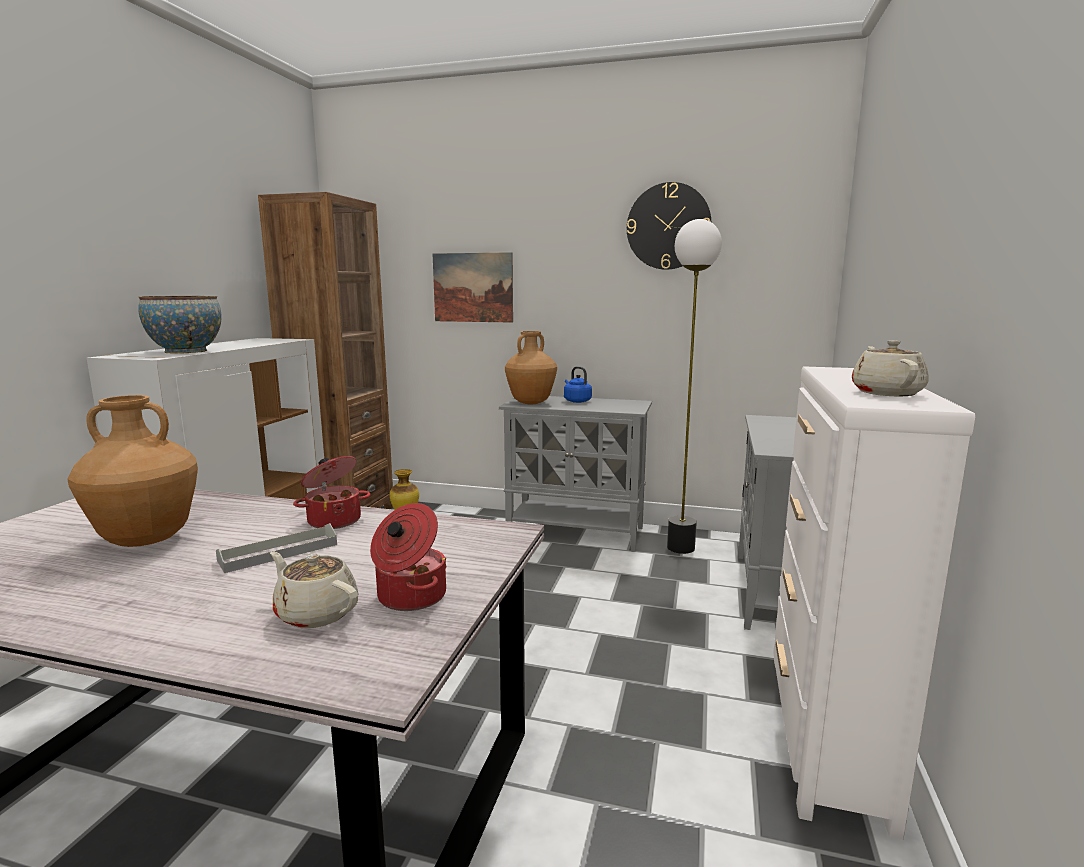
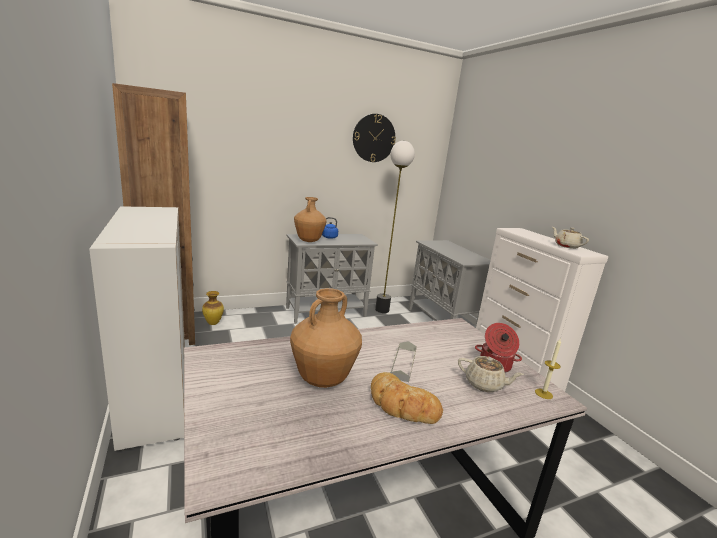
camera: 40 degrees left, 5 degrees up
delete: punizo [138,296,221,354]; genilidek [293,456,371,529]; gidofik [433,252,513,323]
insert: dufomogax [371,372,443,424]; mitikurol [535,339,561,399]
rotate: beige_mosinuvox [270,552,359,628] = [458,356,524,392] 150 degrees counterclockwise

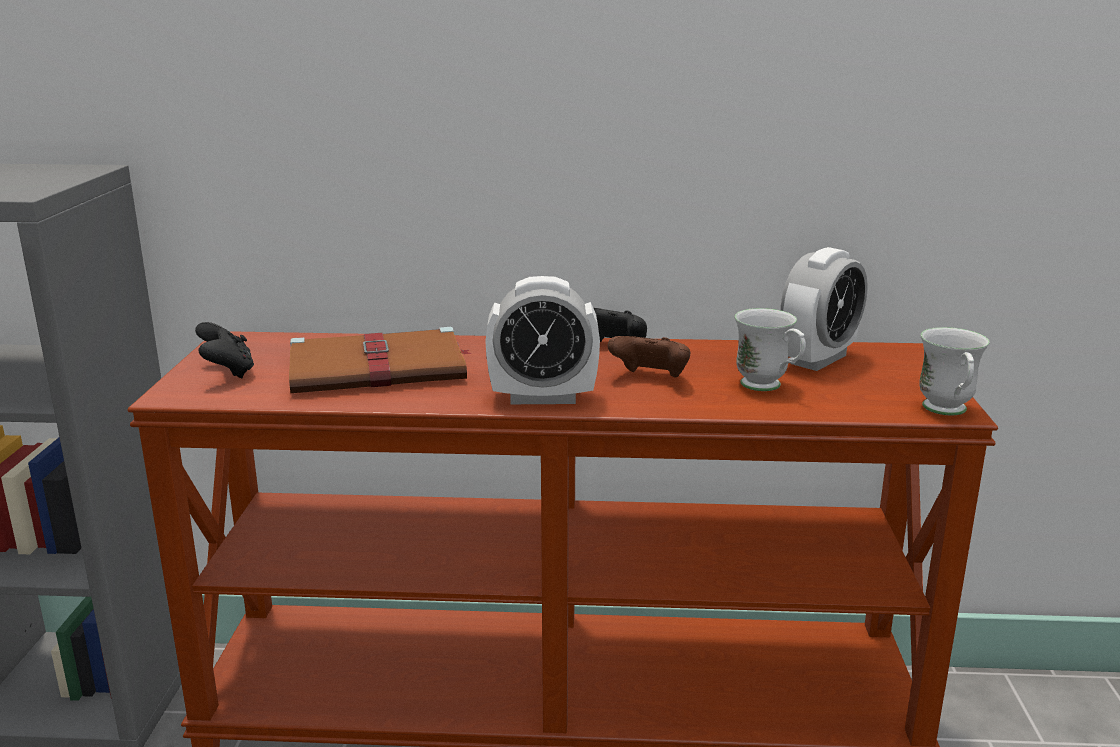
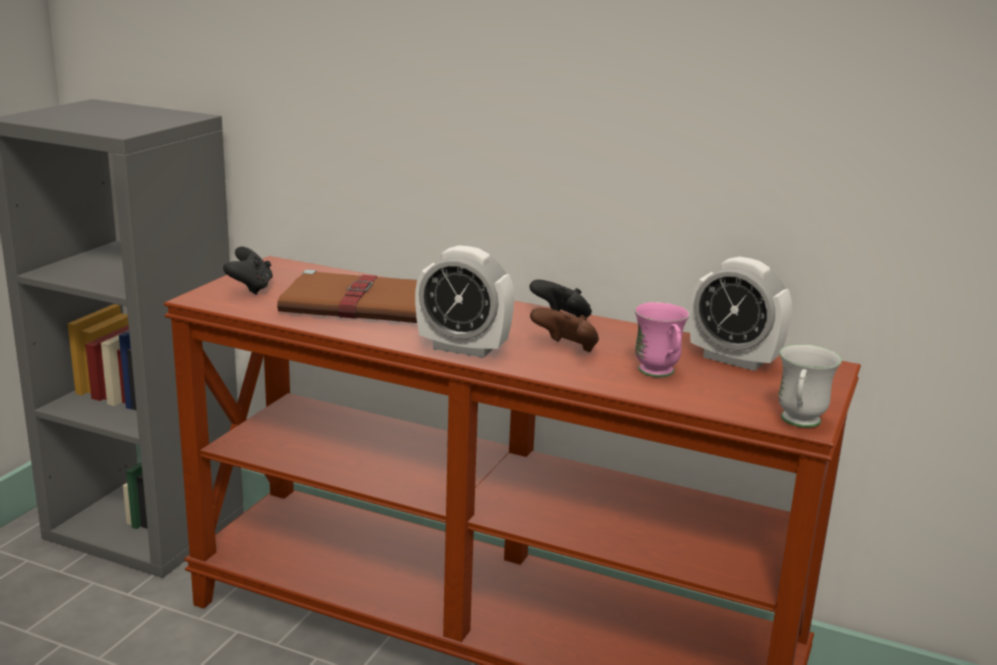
camera: 20 degrees right, 0 degrees up
recolor: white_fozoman [735,308,806,391] to pink_fozoman [634,302,690,377]
rotate: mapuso [781,247,868,371] = [690,257,792,371] 60 degrees clockwise

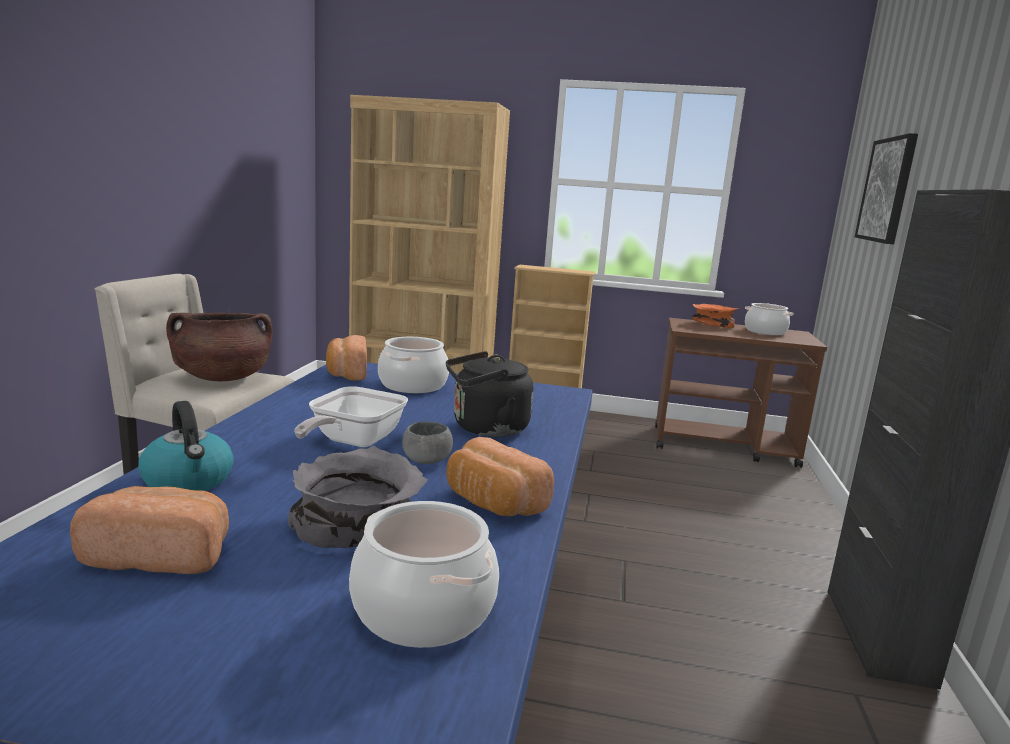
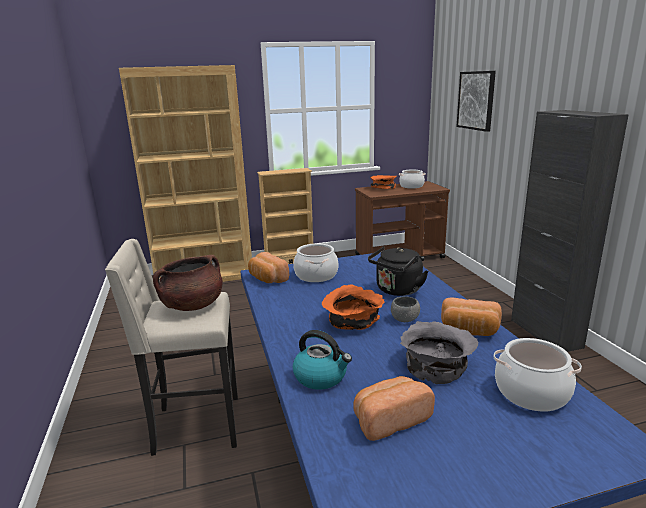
camera: 25 degrees left, 5 degrees up
replace: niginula [294,387,408,447] to orange_punizo [322,284,385,330]

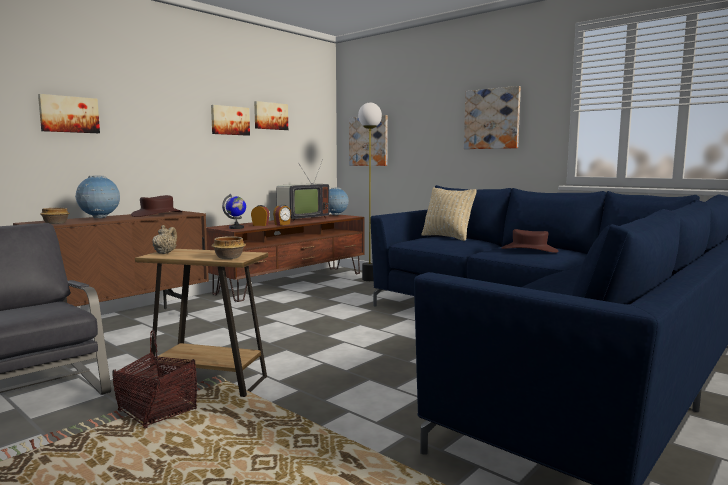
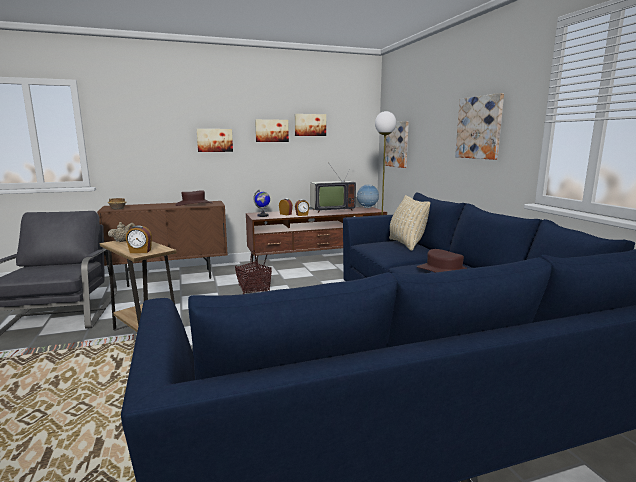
camera: 30 degrees right, 5 degrees up
delete: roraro [75,175,120,219]
move: gidofik [38,94,100,133] to [196,129,233,152]; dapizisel [112,330,197,429] to [235,250,272,293]
replace: punizo [211,236,246,259] to mapuso [126,225,152,253]

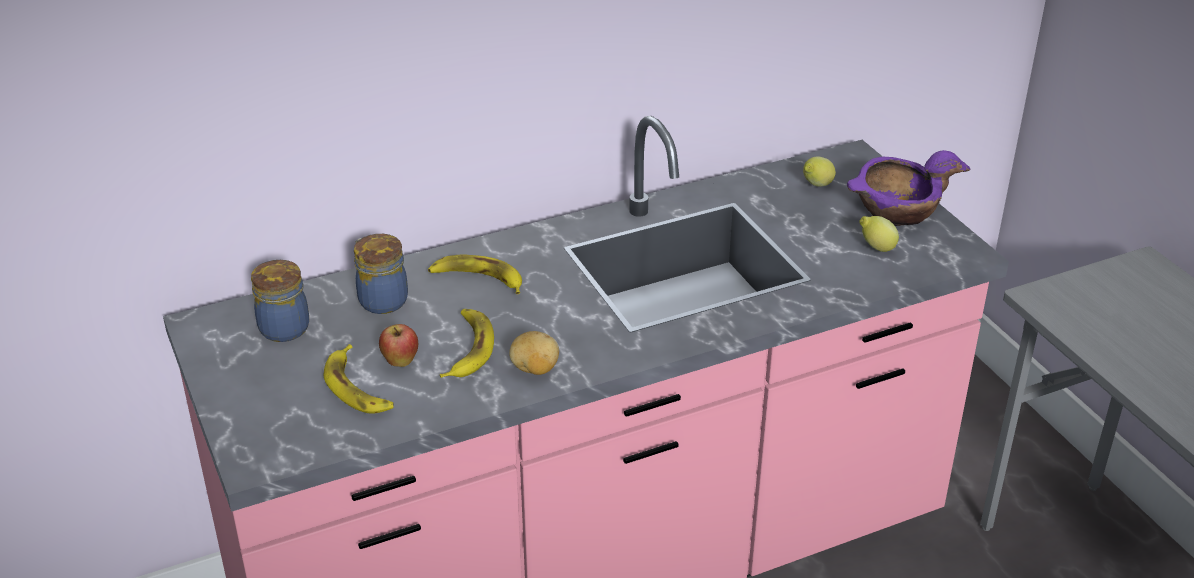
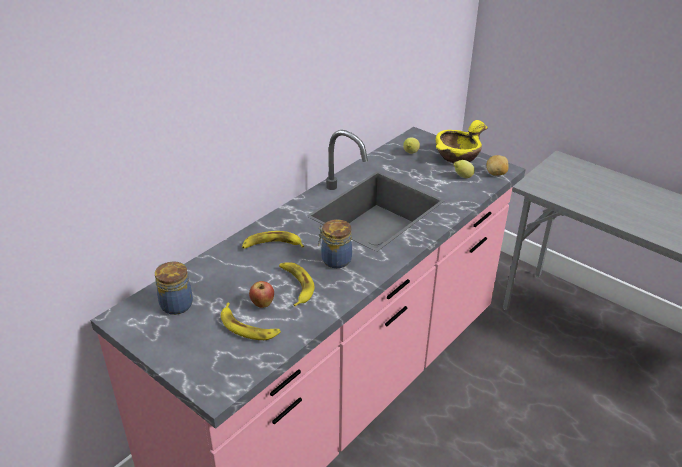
camera: 25 degrees left, 0 degrees up
move: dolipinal [354,234,408,314] to [318,219,352,268]; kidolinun [509,331,559,375] to [486,155,509,176]
recolor: purple_punizo [847,150,971,226] to yellow_punizo [436,120,488,163]

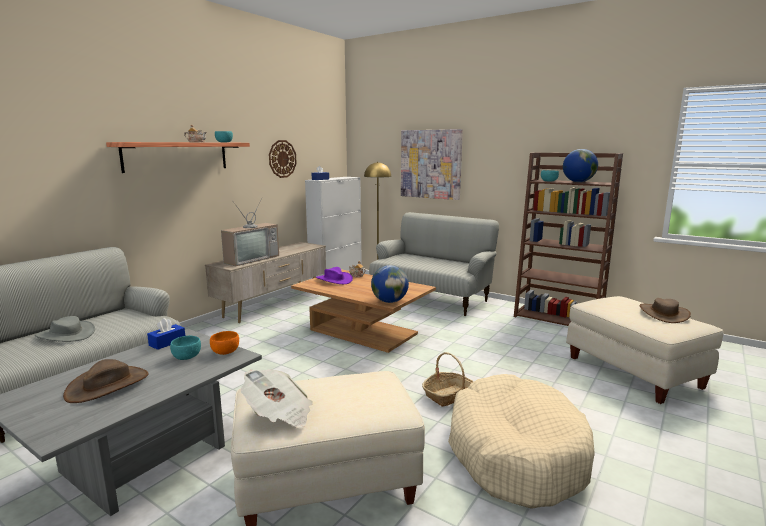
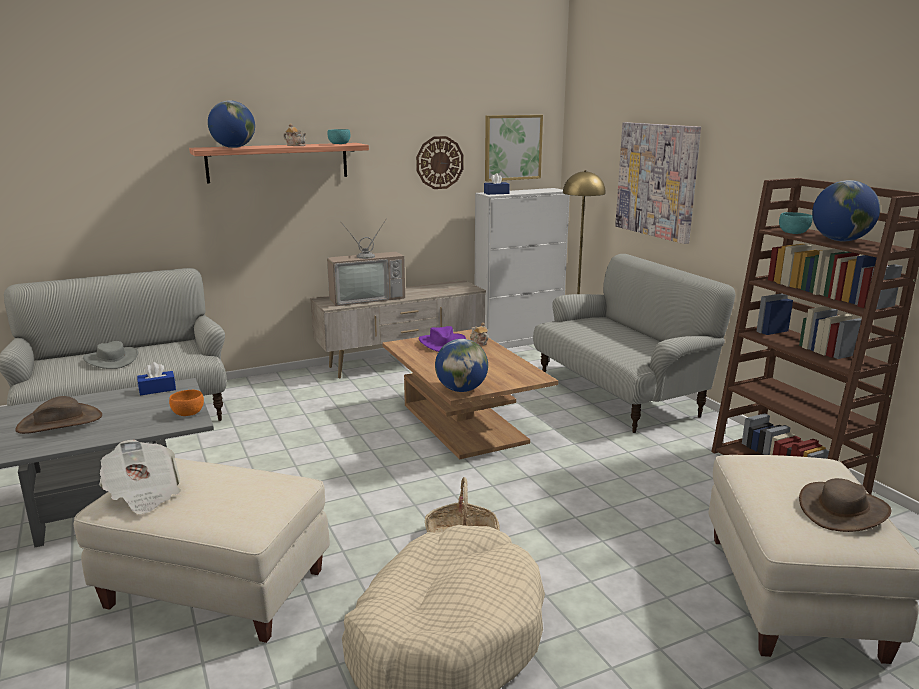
camera: 30 degrees right, 5 degrees up
delete: turquoise_punizo [170,336,201,360]
insert: roraro [208,100,255,148]; gidofik [485,115,543,181]

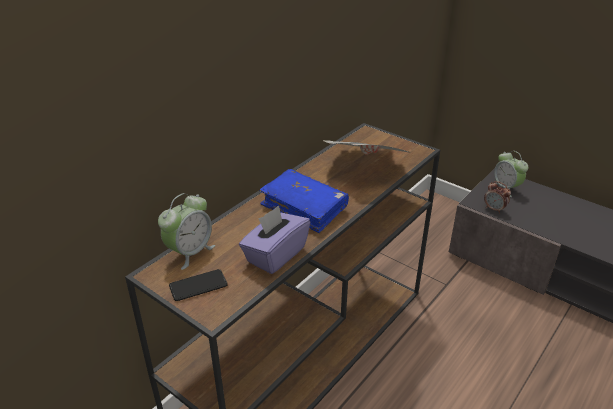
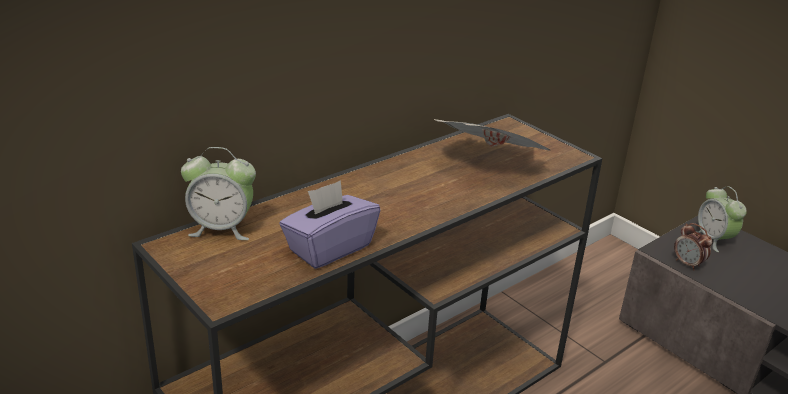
camera: 10 degrees right, 5 degrees down
delete: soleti [169,269,228,301]; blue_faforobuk [260,169,349,233]
rotate: mapuso [158,193,215,270] = [181,147,256,240] 45 degrees clockwise

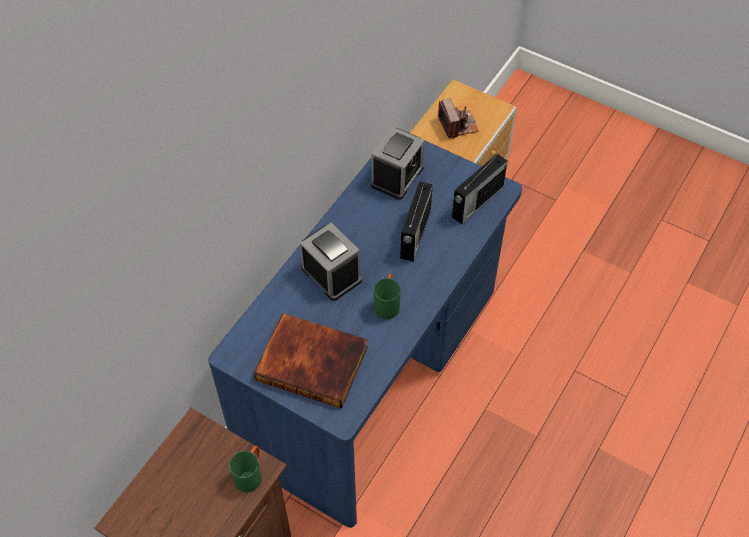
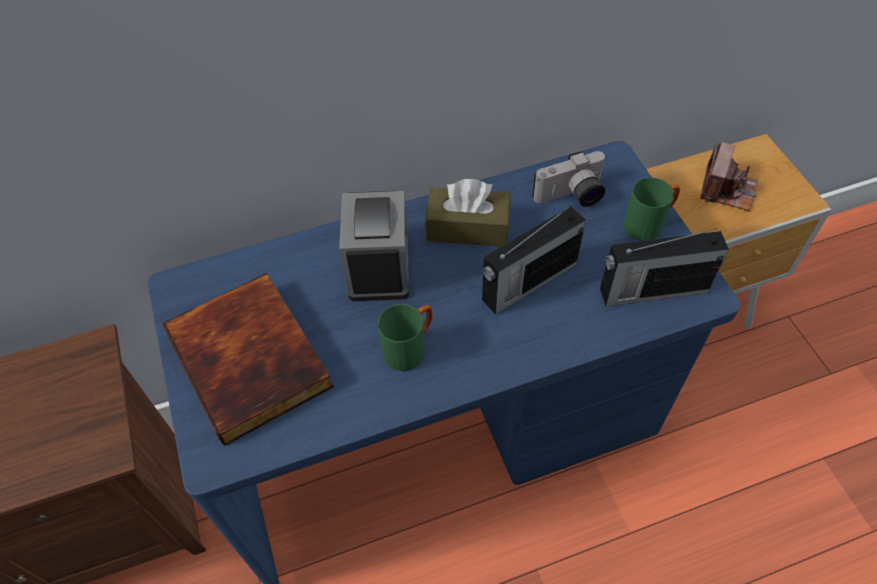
camera: 40 degrees right, 0 degrees up
insert: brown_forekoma [425,179,511,247]
move: green_fozoman [229,446,262,492] to [624,177,680,241]
replace: mapuso [371,127,425,200] to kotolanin [532,151,606,207]

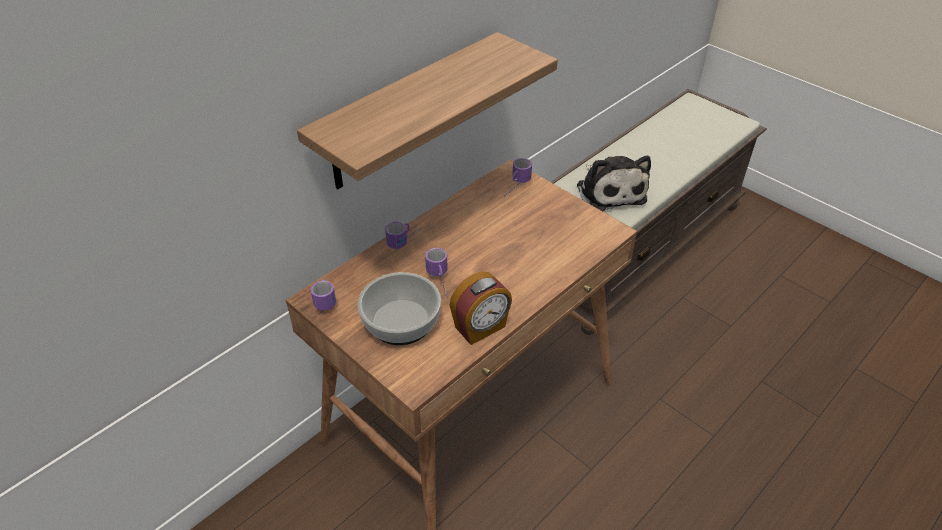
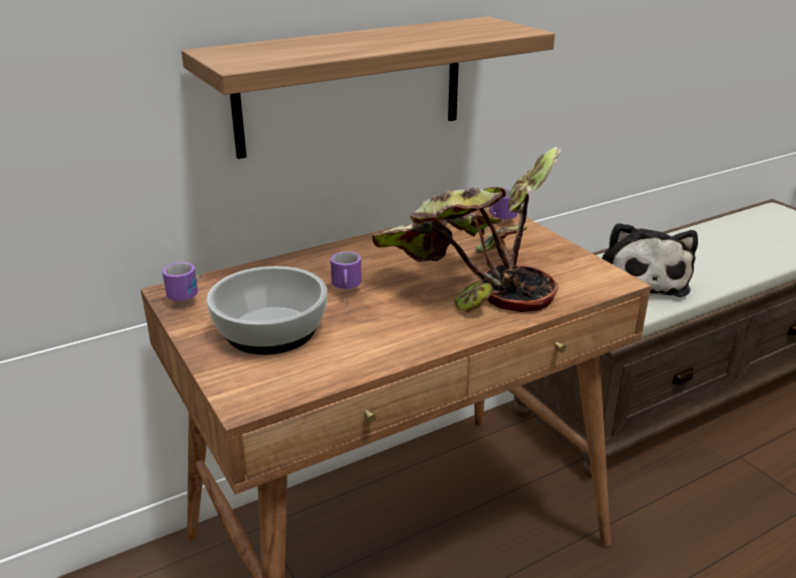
camera: 15 degrees right, 15 degrees down
delete: fozoman [385,221,422,249]; mapuso [449,272,512,345]
insert: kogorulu [372,147,561,312]

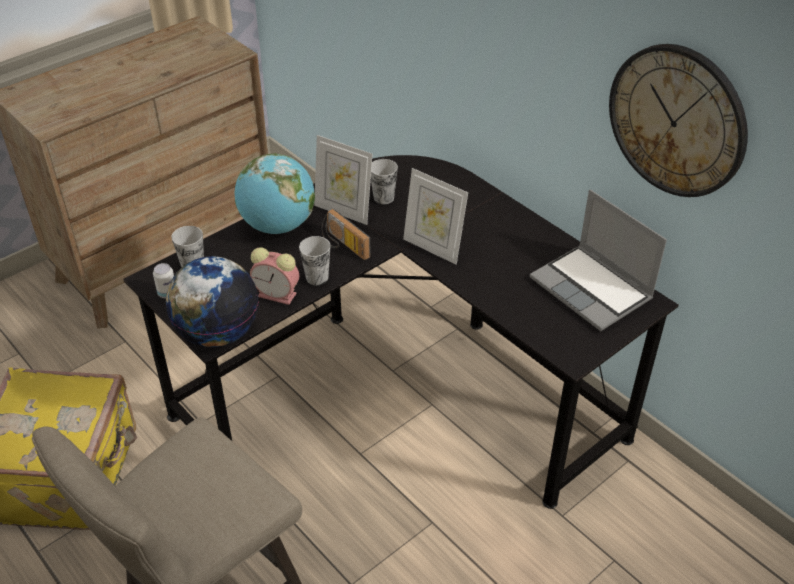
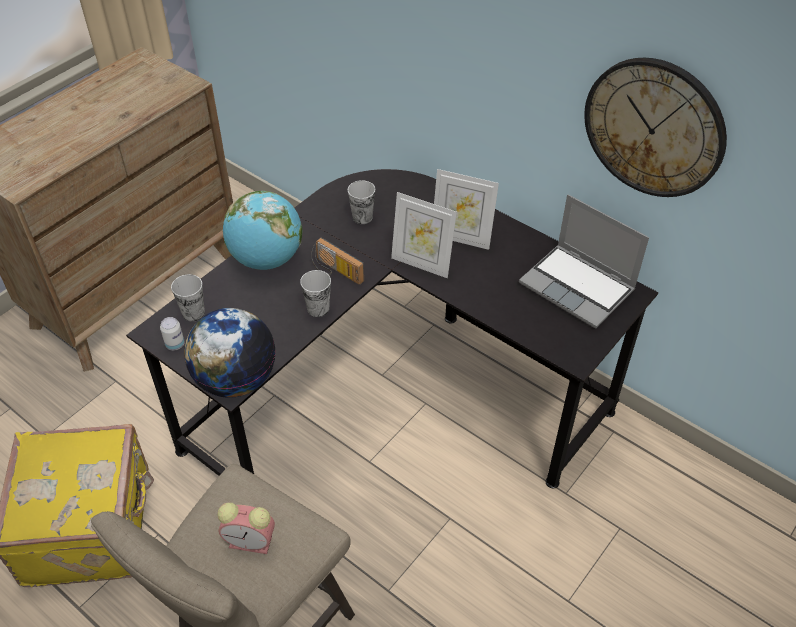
camera: 10 degrees left, 5 degrees up
move: mapuso [250,247,299,305] to [218,502,275,554]; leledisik [314,135,373,225] to [434,169,499,250]

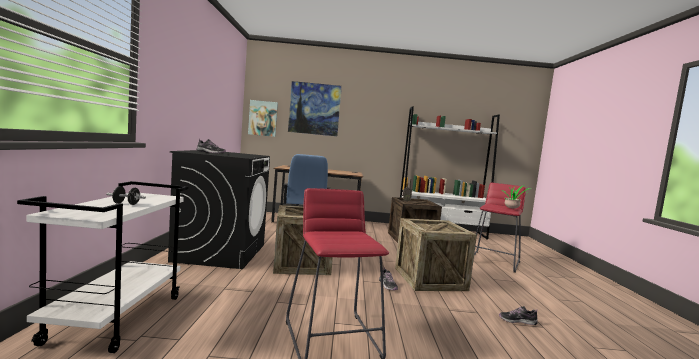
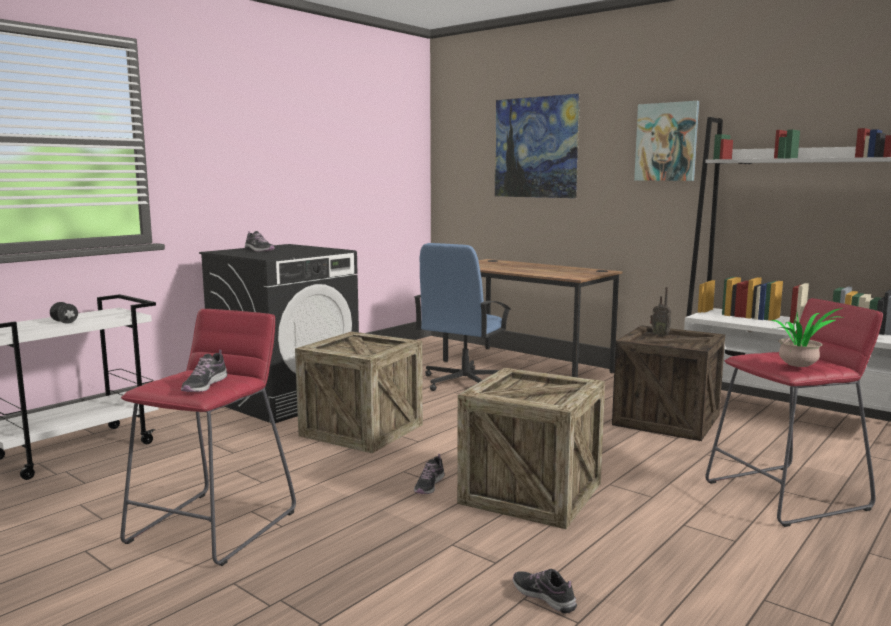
camera: 40 degrees right, 5 degrees up
insert: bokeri [181,350,227,392]
move: gidofik [248,100,278,137] to [634,101,699,181]

